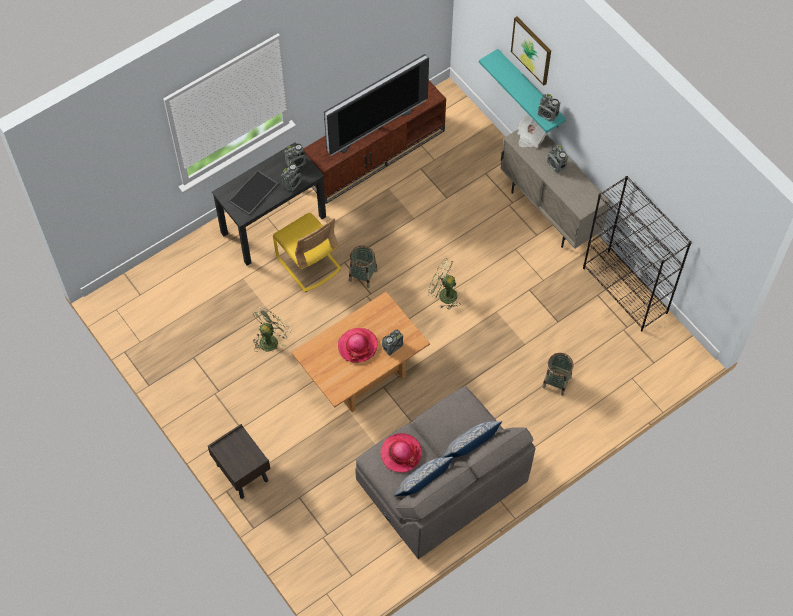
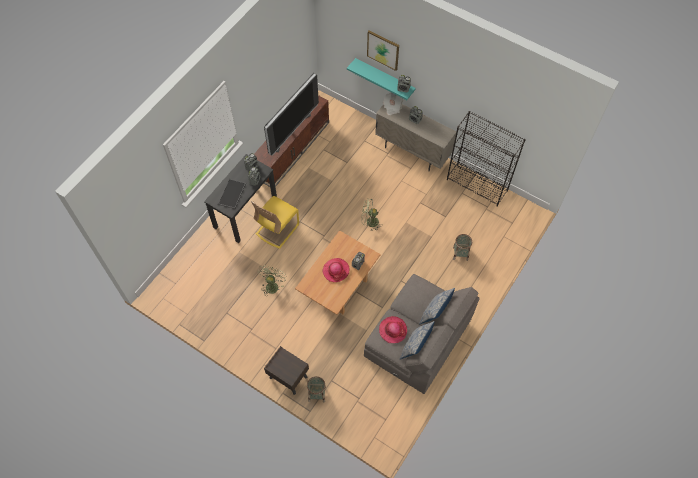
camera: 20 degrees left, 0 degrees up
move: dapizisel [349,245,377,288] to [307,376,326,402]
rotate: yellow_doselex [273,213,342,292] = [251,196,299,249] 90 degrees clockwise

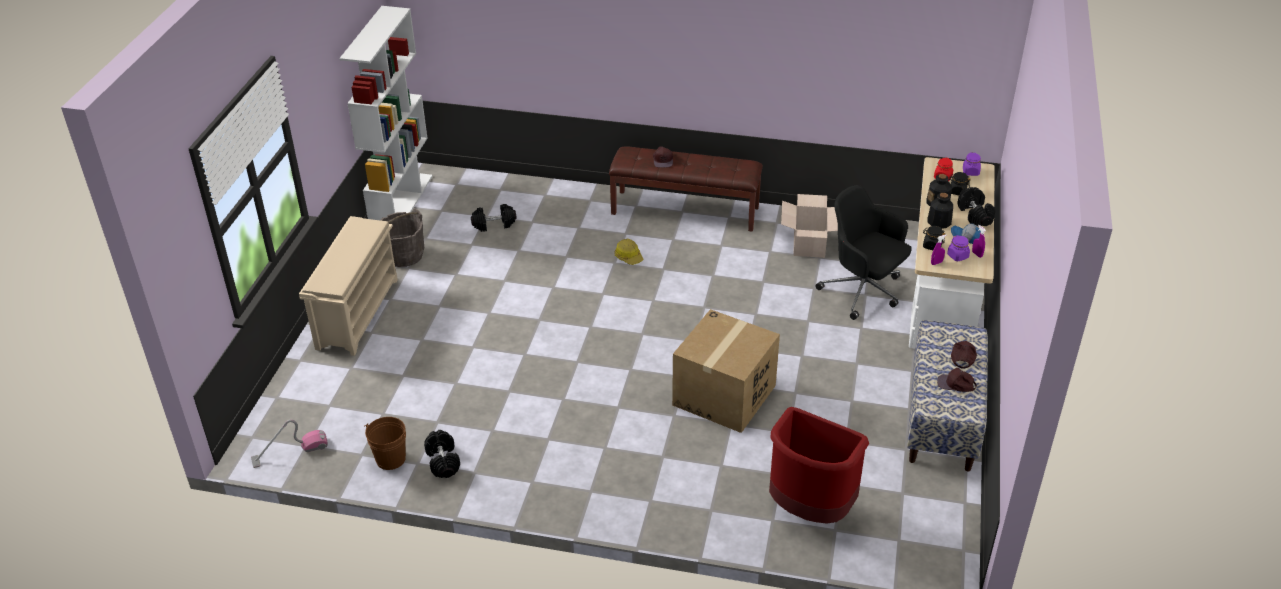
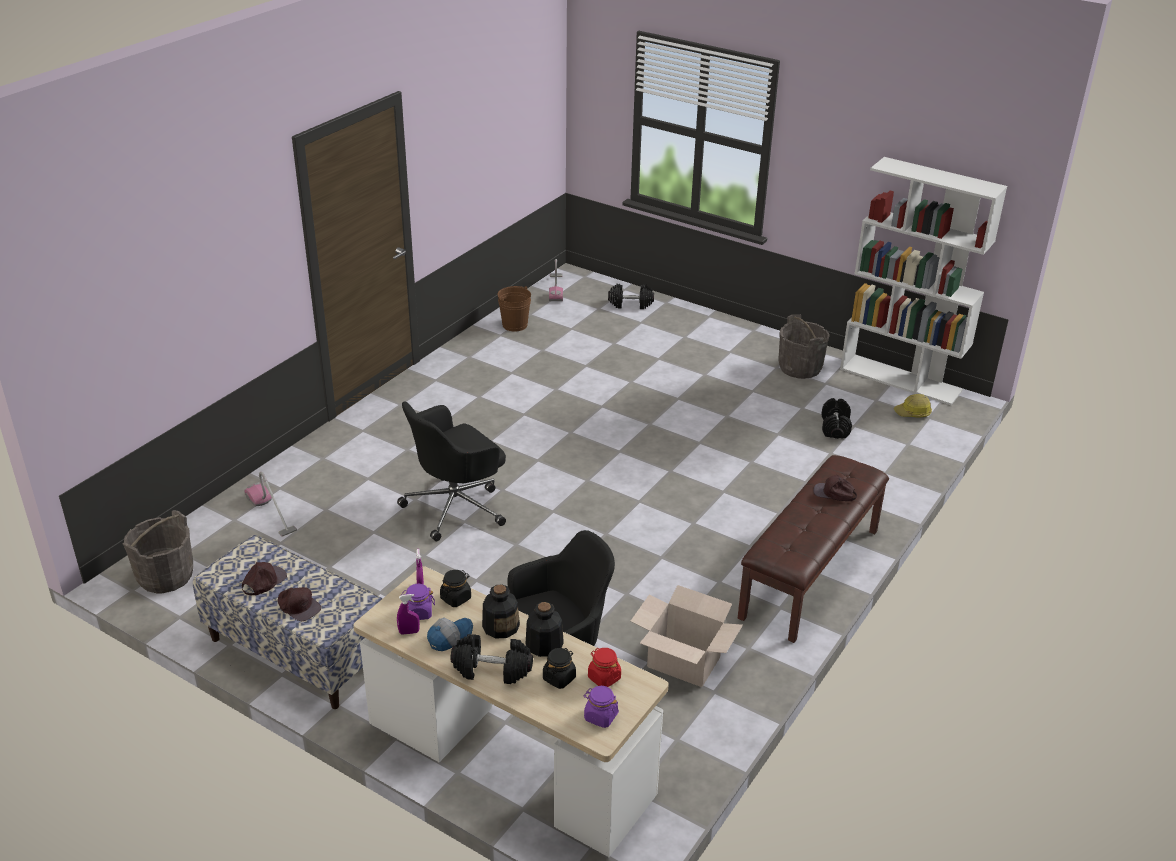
camera: 110 degrees right, 5 degrees down
delete: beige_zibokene [299,216,398,356]
insert: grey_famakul [123,510,193,593]
move: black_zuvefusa [424,430,460,478] to [608,284,654,309]; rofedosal [614,239,643,265] to [894,394,932,417]
replace: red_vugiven [769,407,869,523] to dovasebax [244,472,297,537]; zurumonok [672,309,780,433] to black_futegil [397,402,506,541]

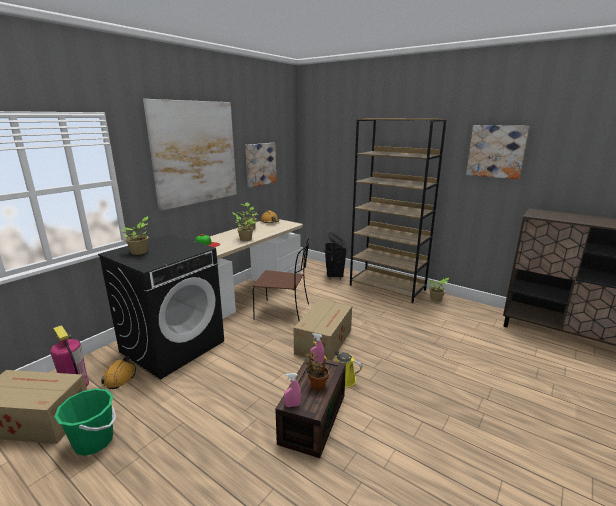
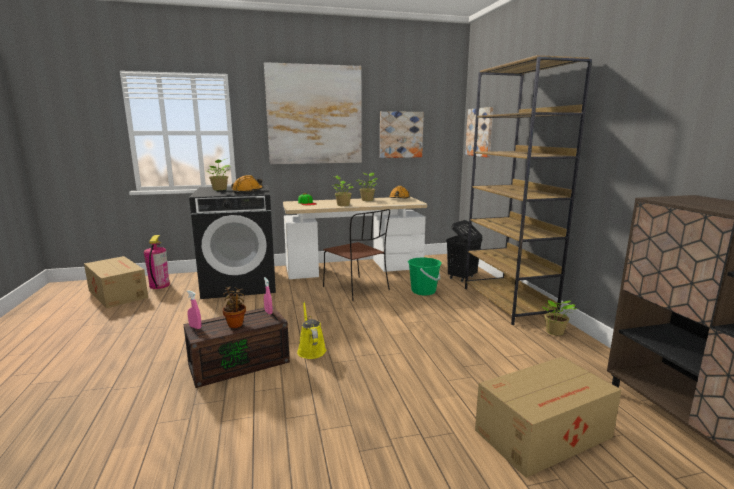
camera: 40 degrees right, 5 degrees down
move: orange_rofedosal [101,356,136,389] to [231,175,263,193]; green_famakul [54,388,116,456] to [408,257,442,296]; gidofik [466,125,530,179] to [465,107,493,157]; zurumonok [294,299,352,360] to [475,357,622,478]

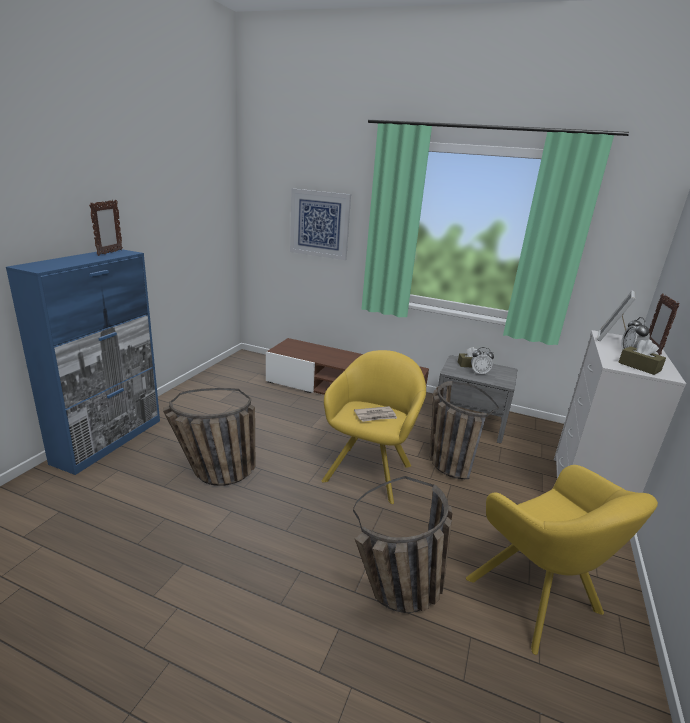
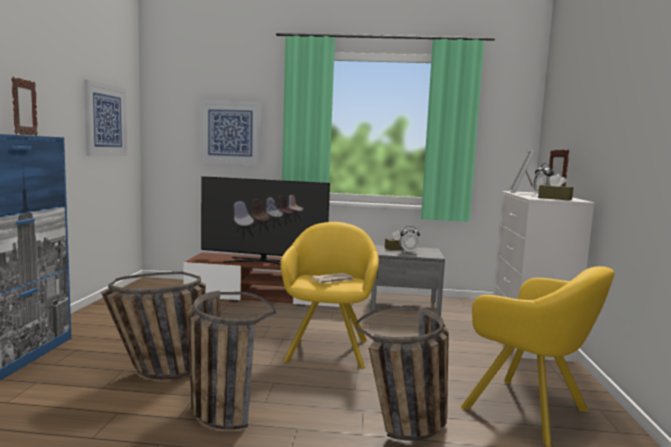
camera: 15 degrees left, 15 degrees down
insert: gidofik [84,80,127,156]; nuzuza [201,176,330,265]
move: dapizisel [430,381,499,479] to [188,291,276,429]

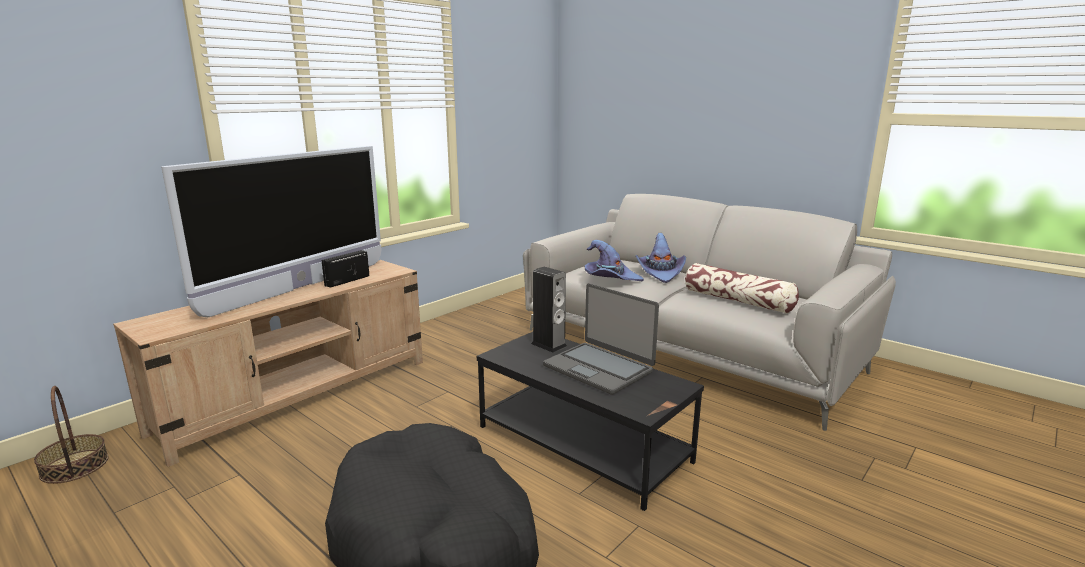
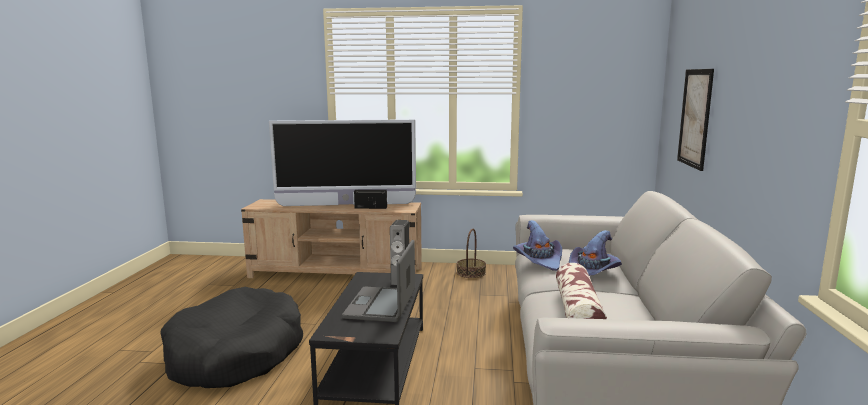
camera: 55 degrees right, 5 degrees down
insert: gidofik [677,69,714,171]
move: dapizisel [34,386,109,484] to [457,229,486,278]

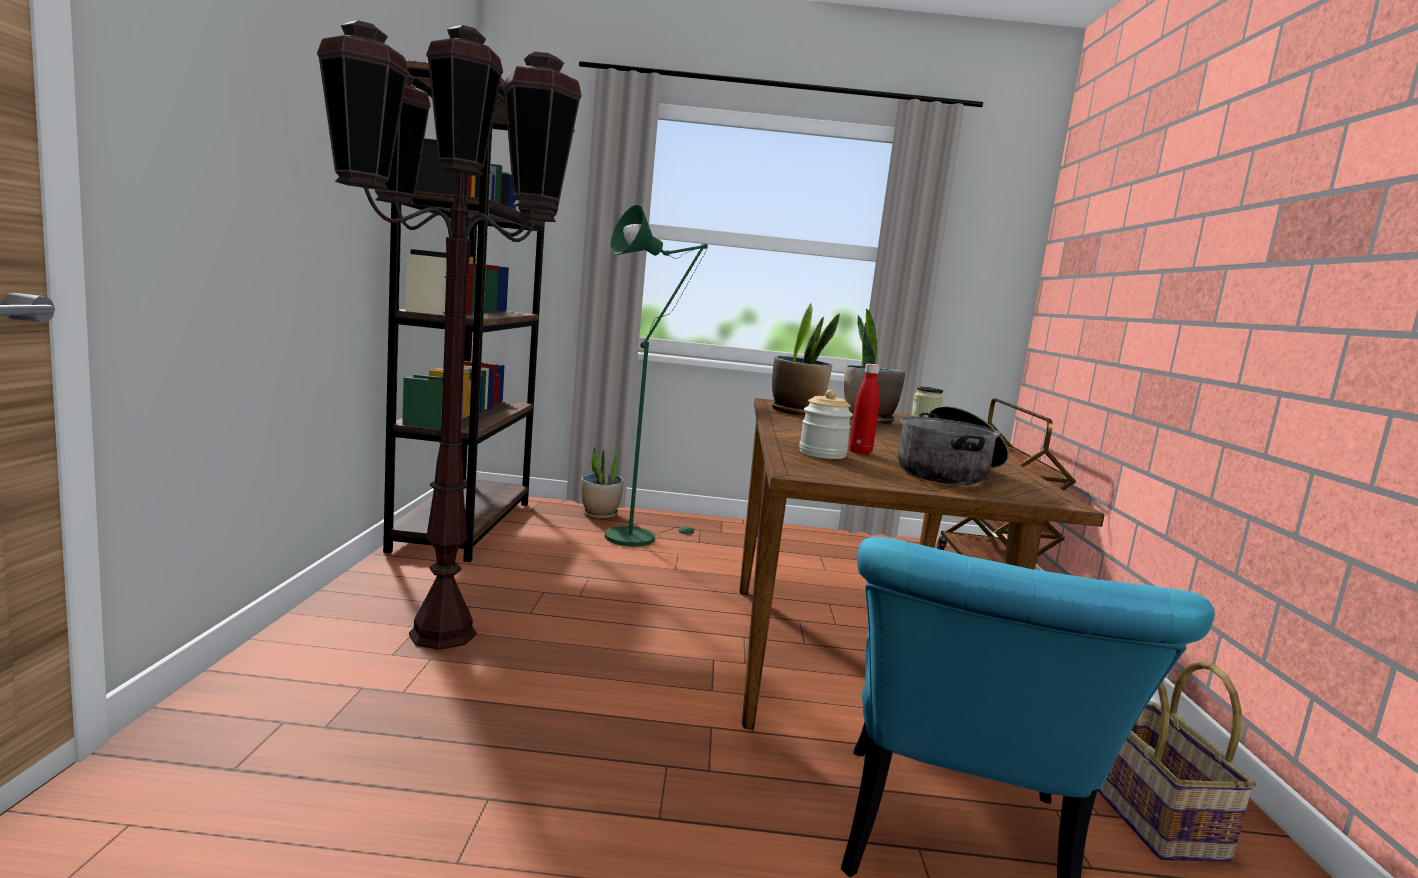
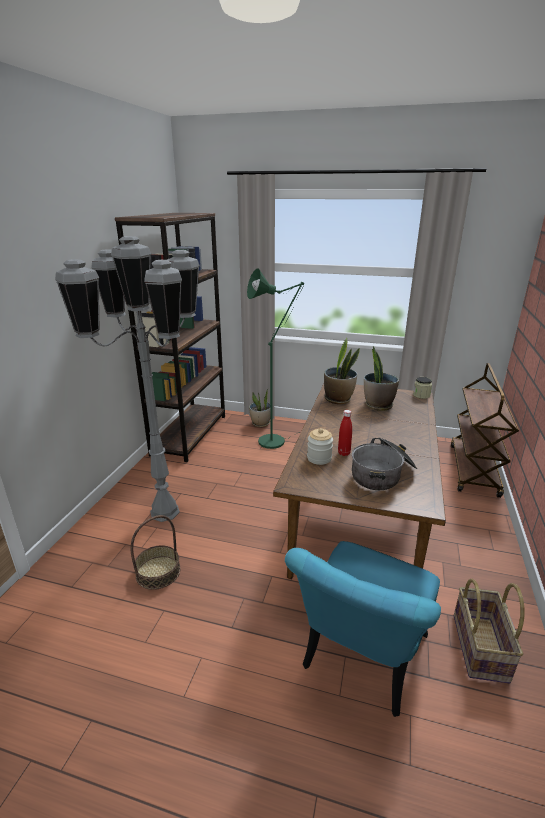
camera: 15 degrees right, 15 degrees up
insert: dapizisel [131,515,180,590]
recolor: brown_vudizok [317,20,582,650] to grey_vudizok [55,236,200,522]

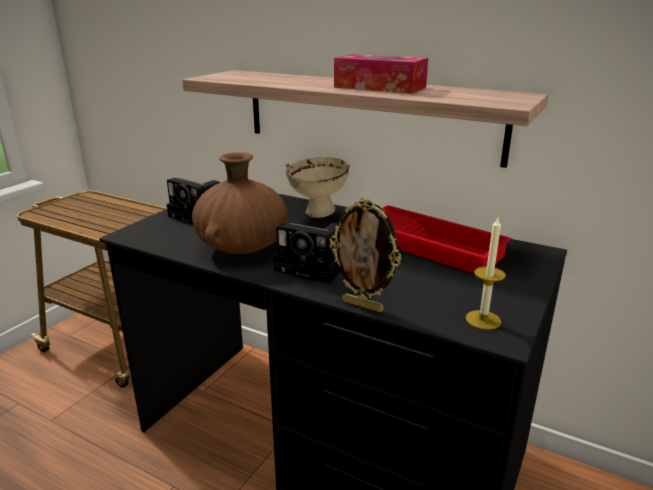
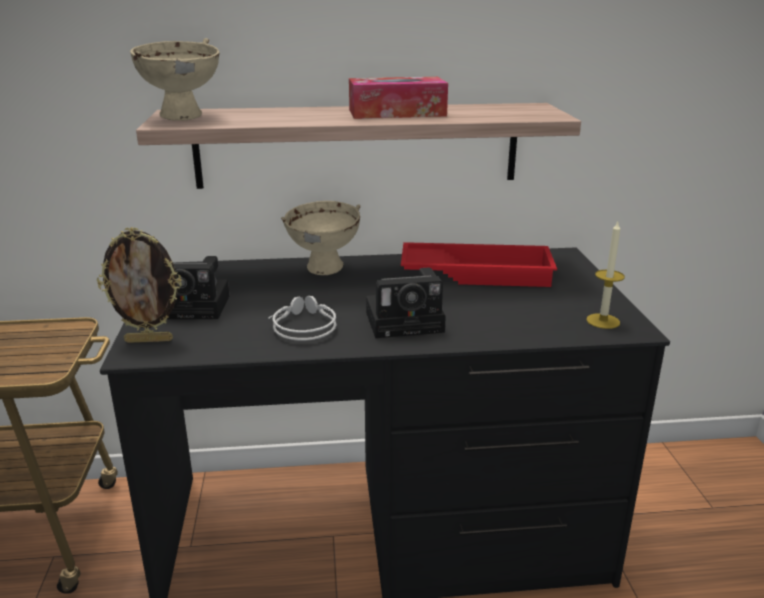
camera: 35 degrees left, 0 degrees up
insert: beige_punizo [130,38,220,121]
move: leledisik [329,198,401,312] to [97,227,182,343]
replace: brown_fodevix [192,152,288,254] to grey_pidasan [268,296,337,341]

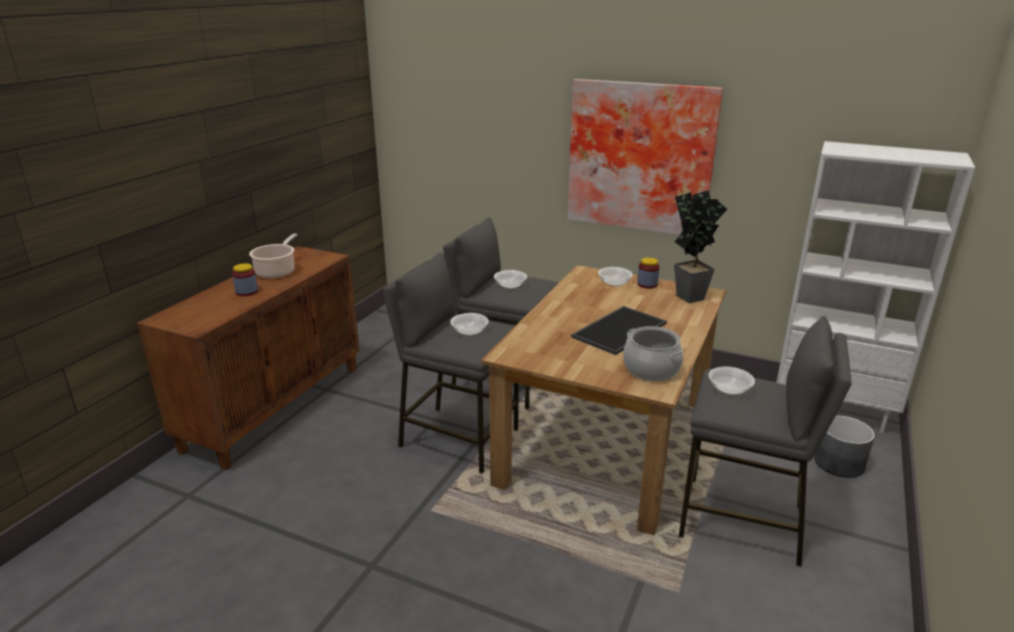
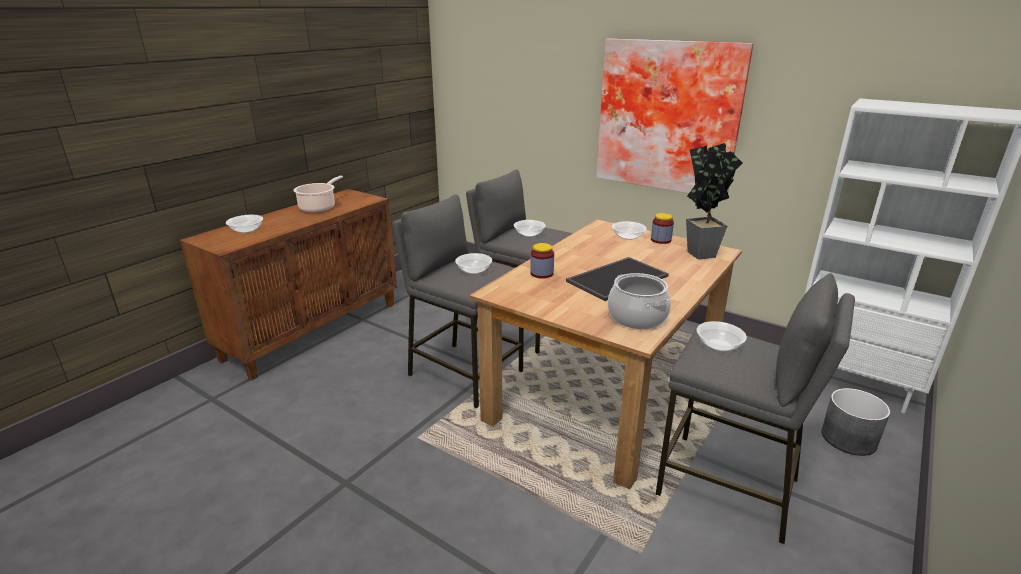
camera: 10 degrees right, 0 degrees up
insert: punizo [226,215,263,233]
move: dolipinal [232,263,258,296] to [530,243,554,279]

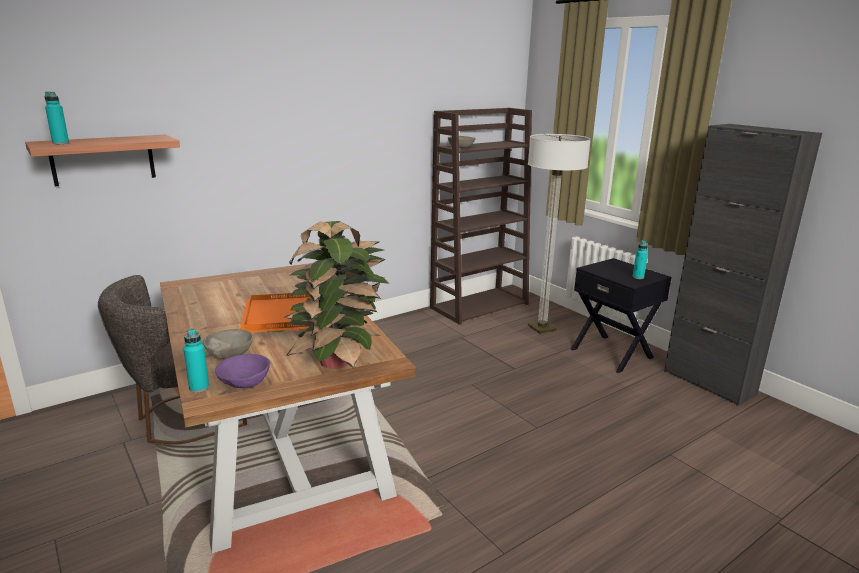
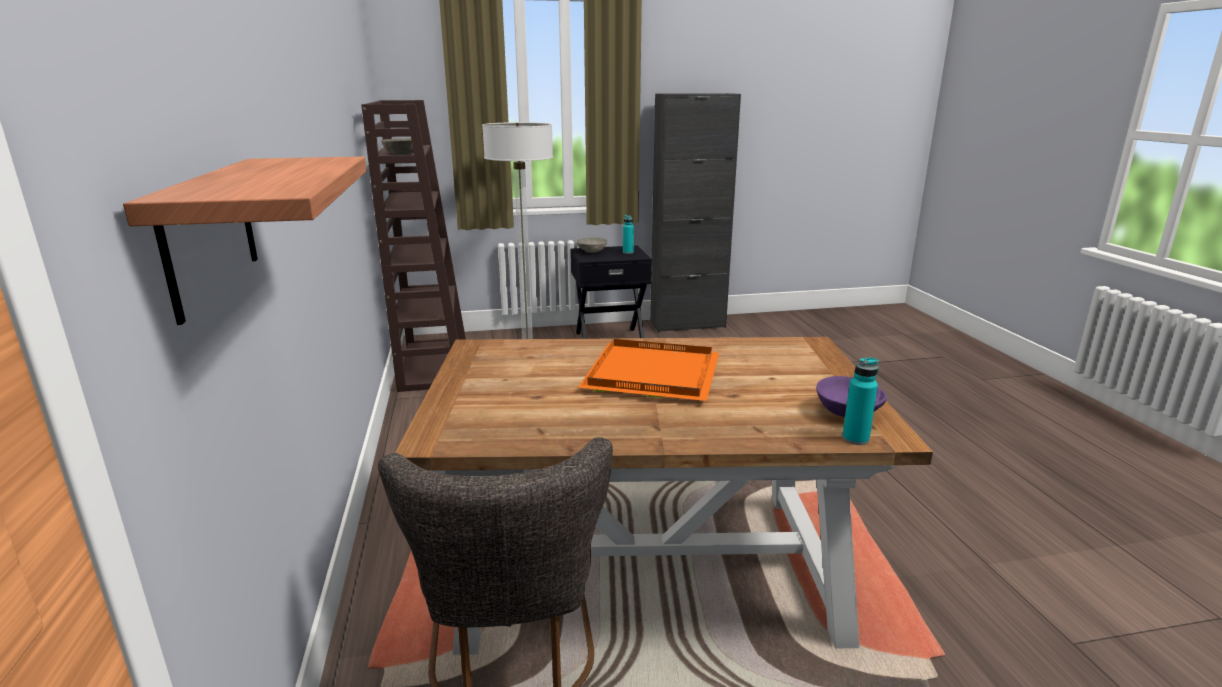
camera: 65 degrees left, 0 degrees up
delete: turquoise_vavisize [45,92,69,144]; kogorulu [284,221,390,369]
move: grey_punizo [203,329,253,359] to [577,237,607,253]

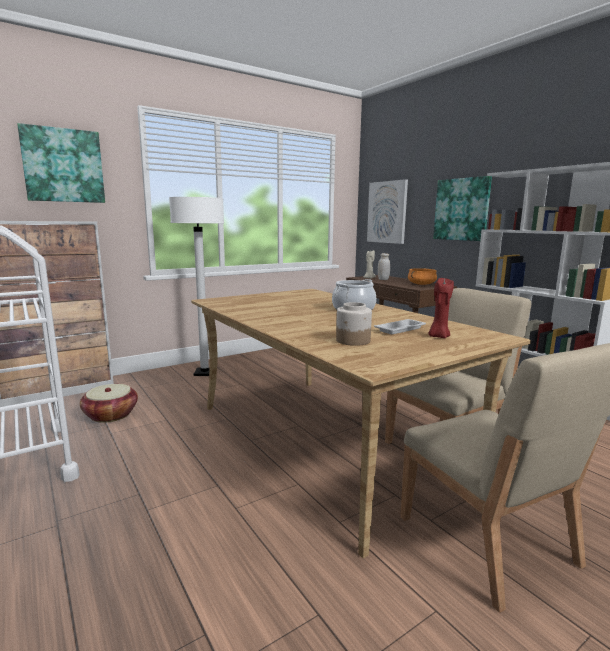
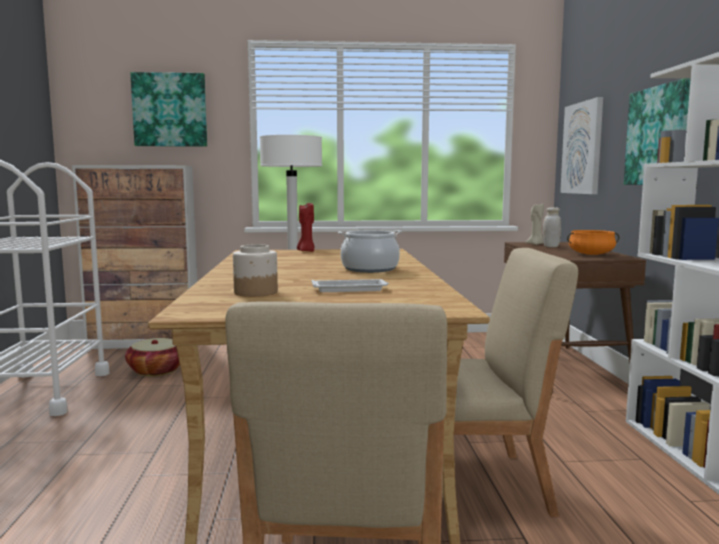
camera: 30 degrees right, 5 degrees down
move: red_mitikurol [428,278,454,338] to [297,203,315,252]

